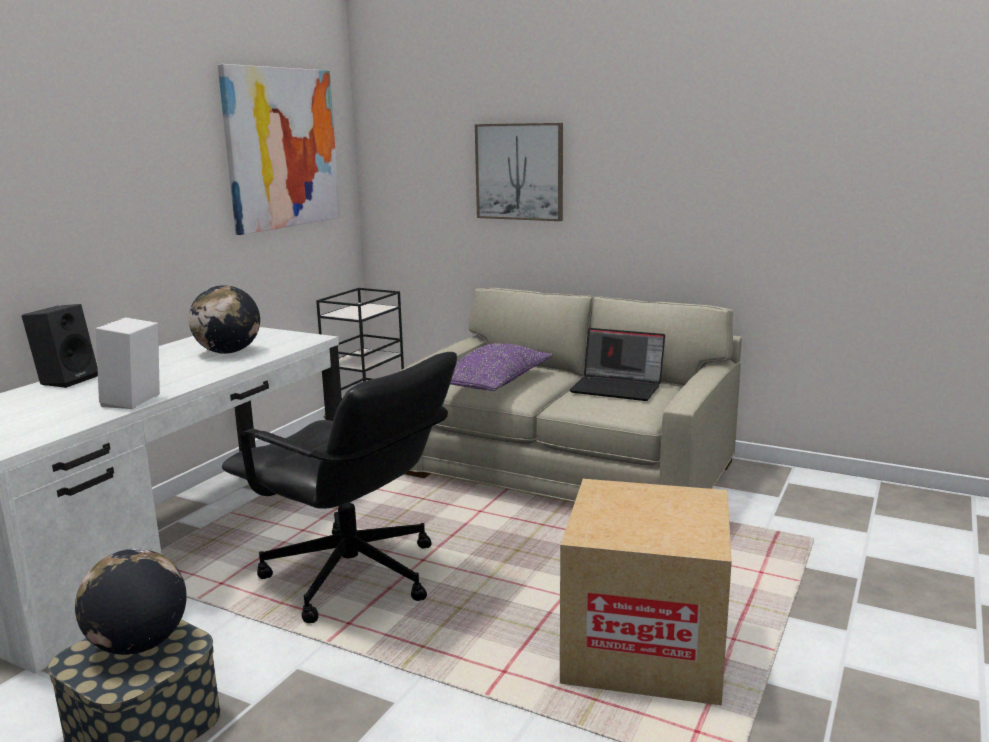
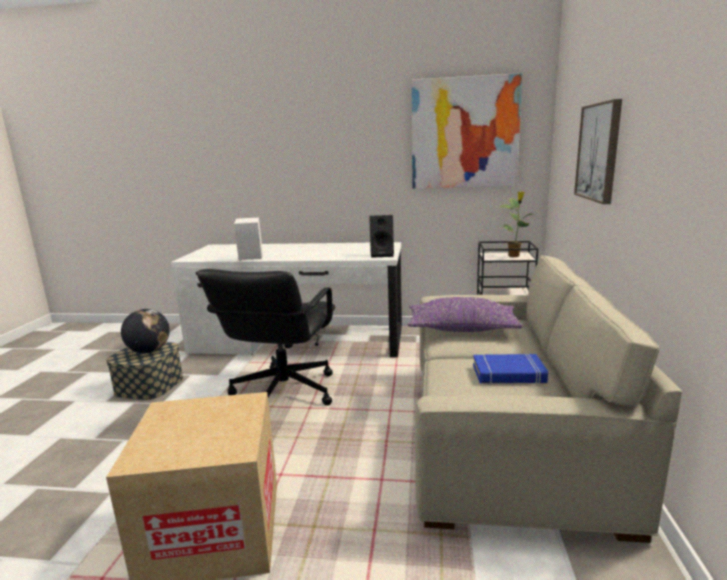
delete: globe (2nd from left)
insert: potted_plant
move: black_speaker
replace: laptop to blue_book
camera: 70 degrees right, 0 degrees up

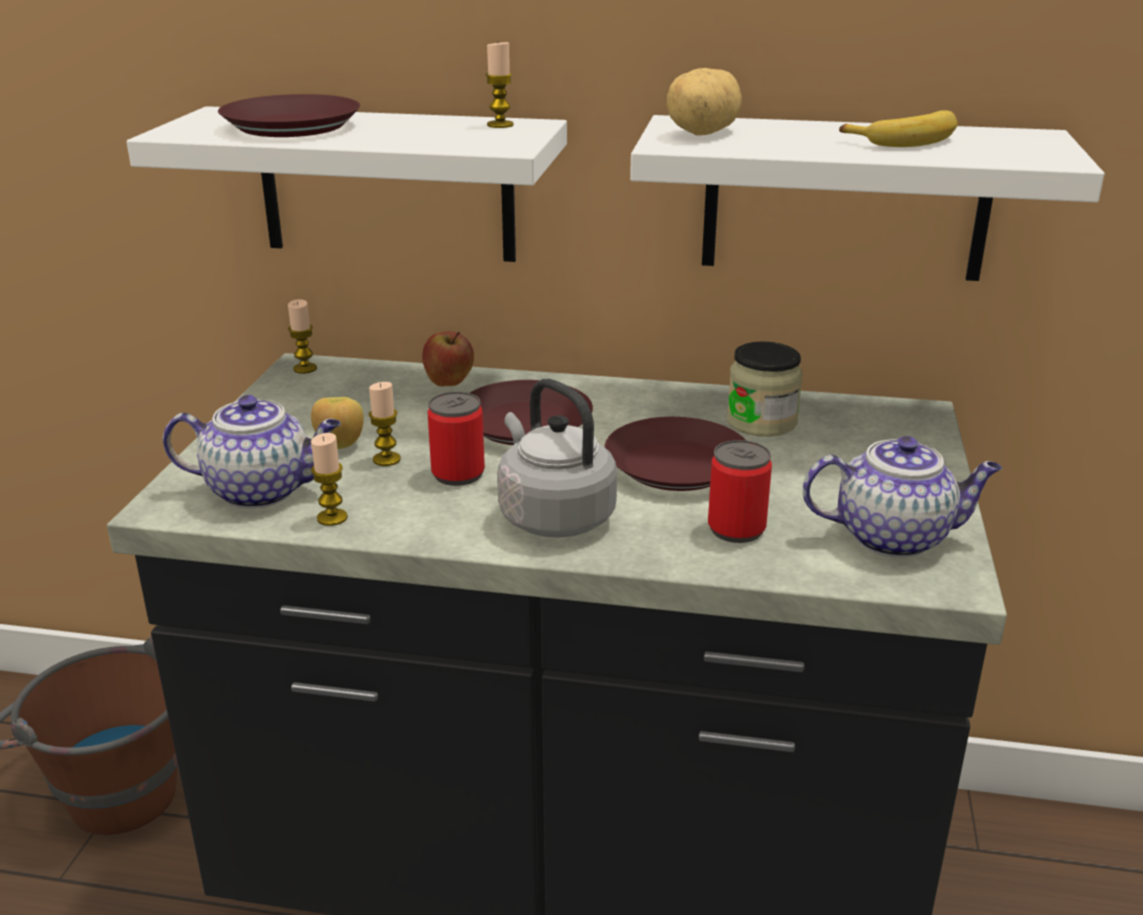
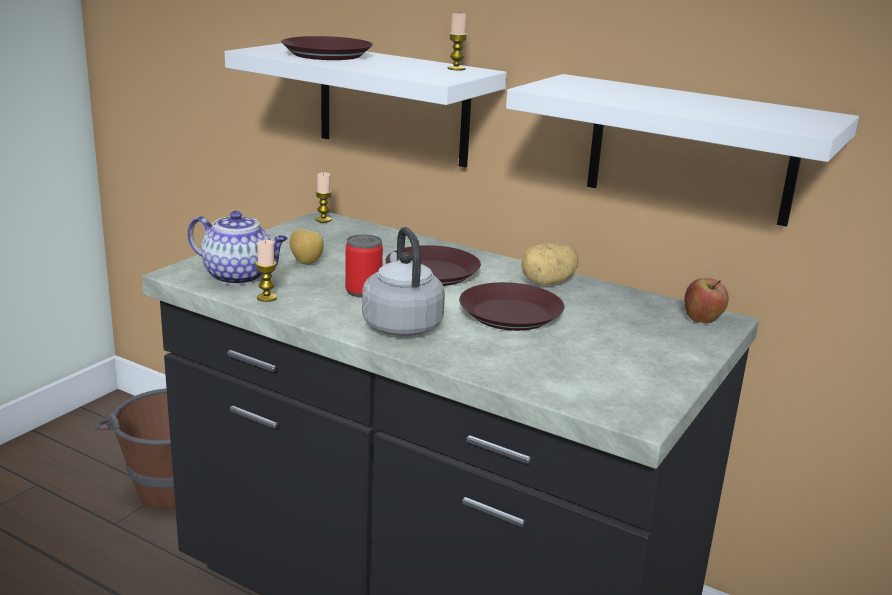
delete: candle (3rd from left); can (2nd from left); jar; teapot (2nd from left); banana
move: potato; apple (2nd from left)
camera: 20 degrees right, 5 degrees down

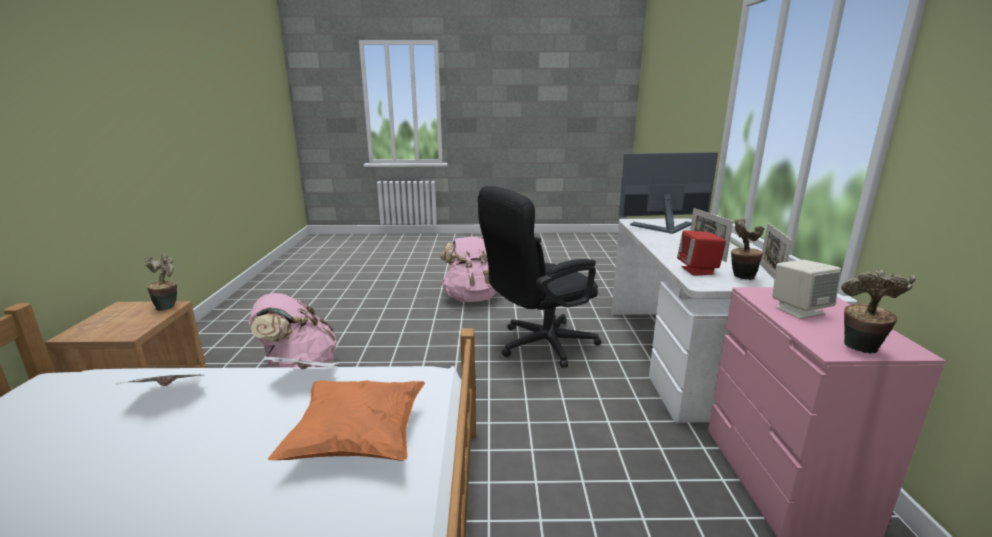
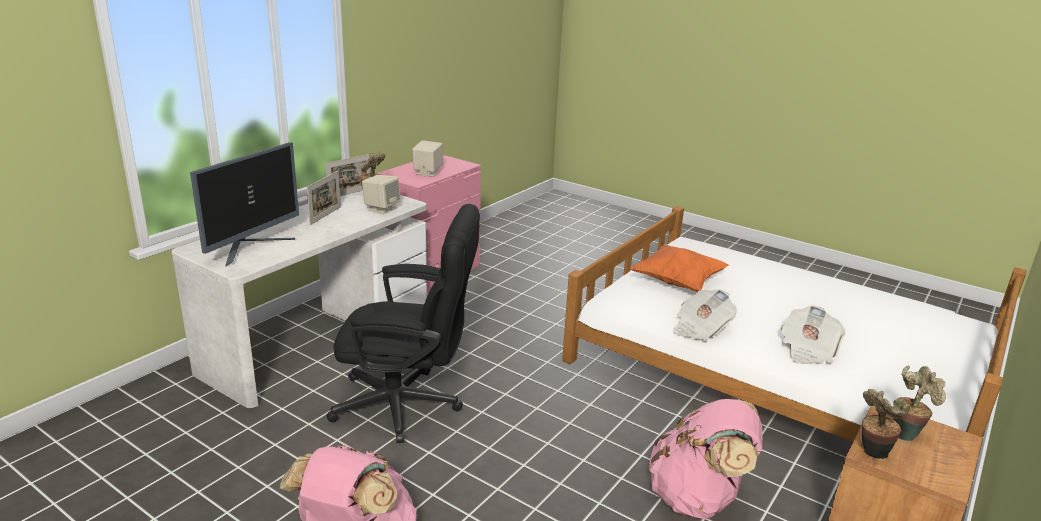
move: potted_plant (3rd from left)
recolor: red_speaker to beige_speaker (1st from left)
rotate: monitor 90 degrees counterclockwise
camera: 145 degrees left, 5 degrees up

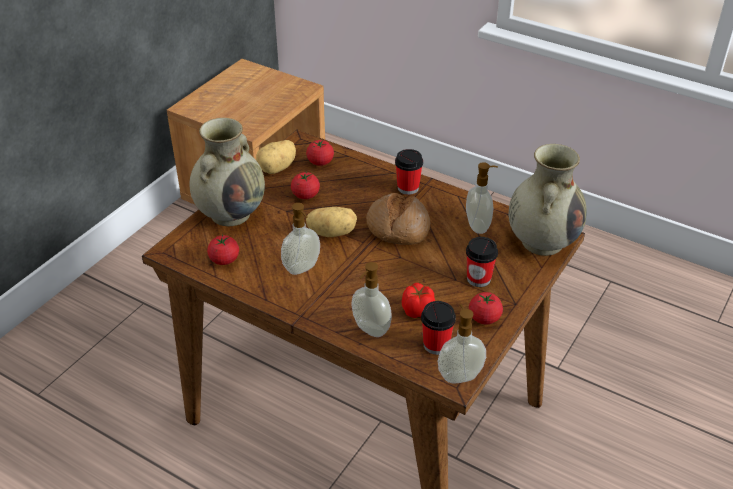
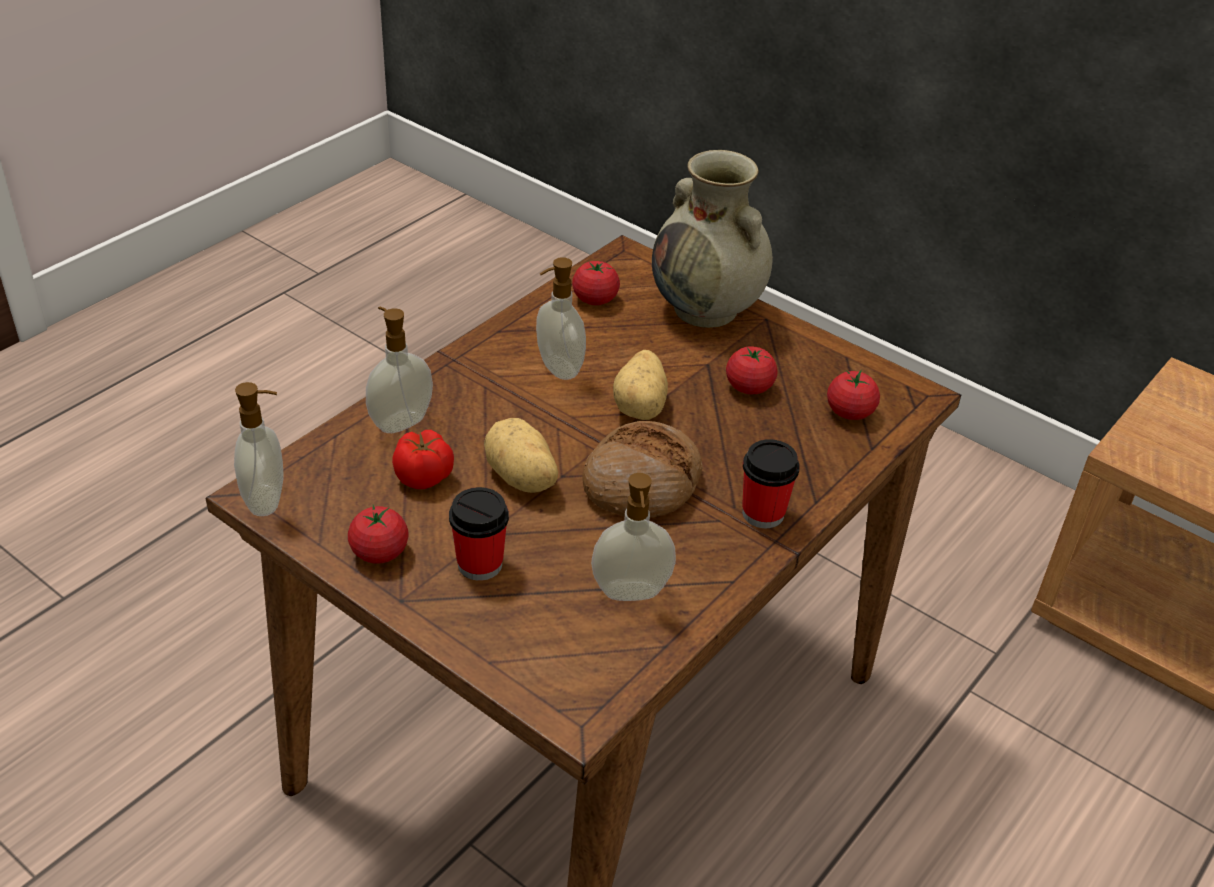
delete: cup (2nd from left); beige_vase (2nd from left)
move: potato (1st from left)
camera: 95 degrees right, 0 degrees up

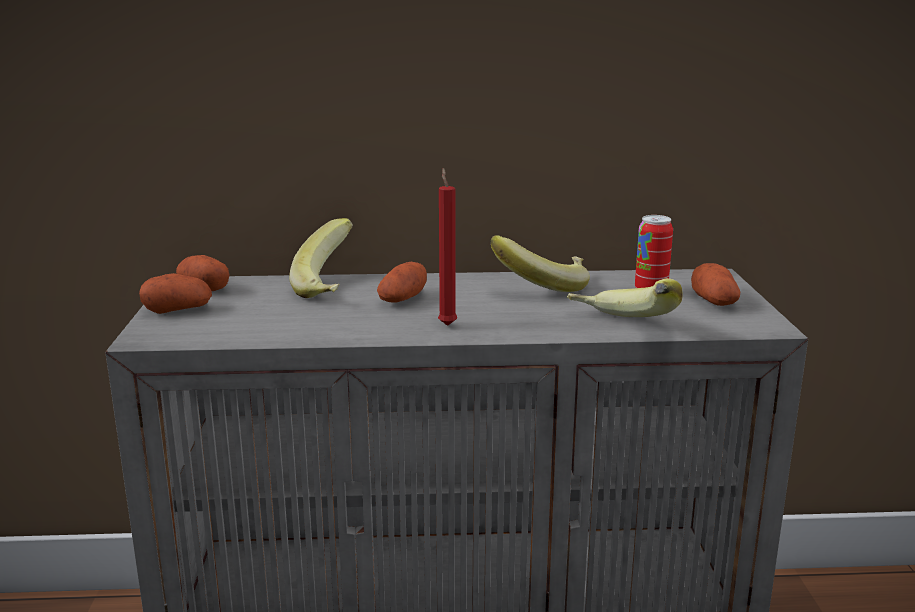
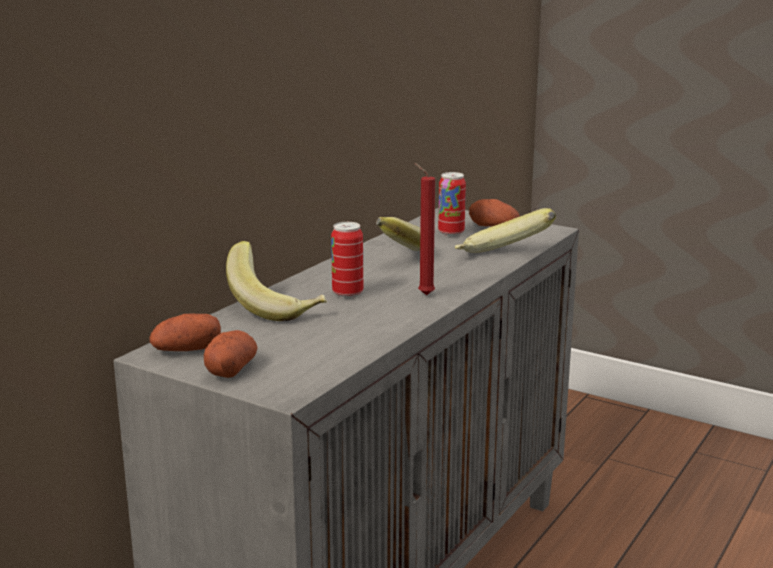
replace: potato (3rd from left) to can (1st from left)
camera: 55 degrees left, 0 degrees up

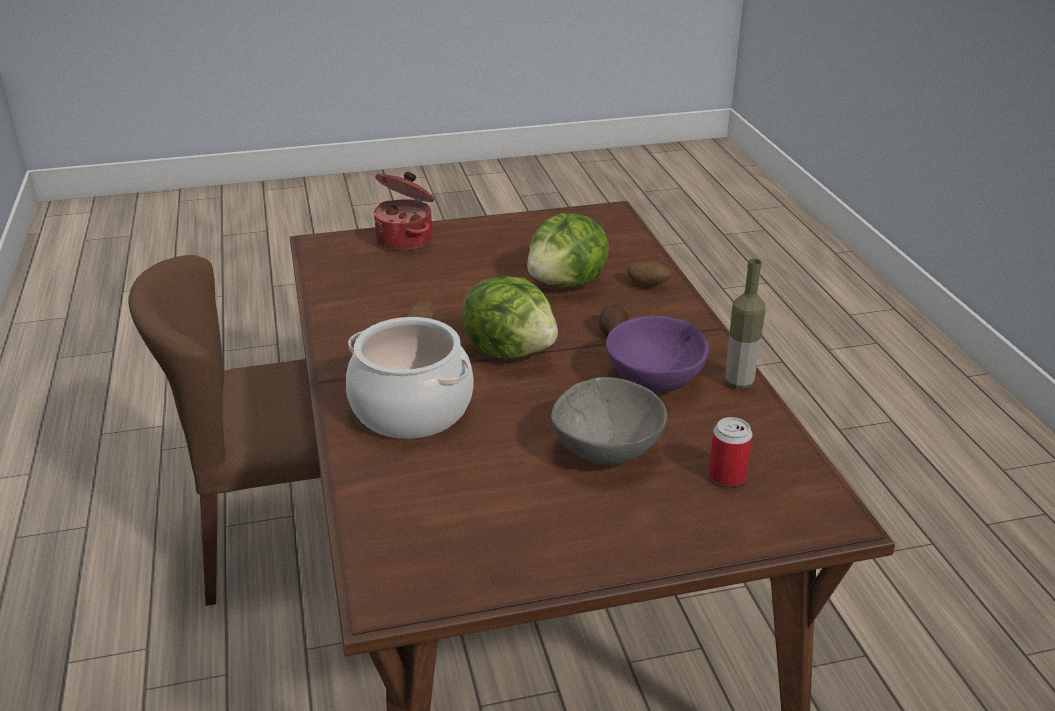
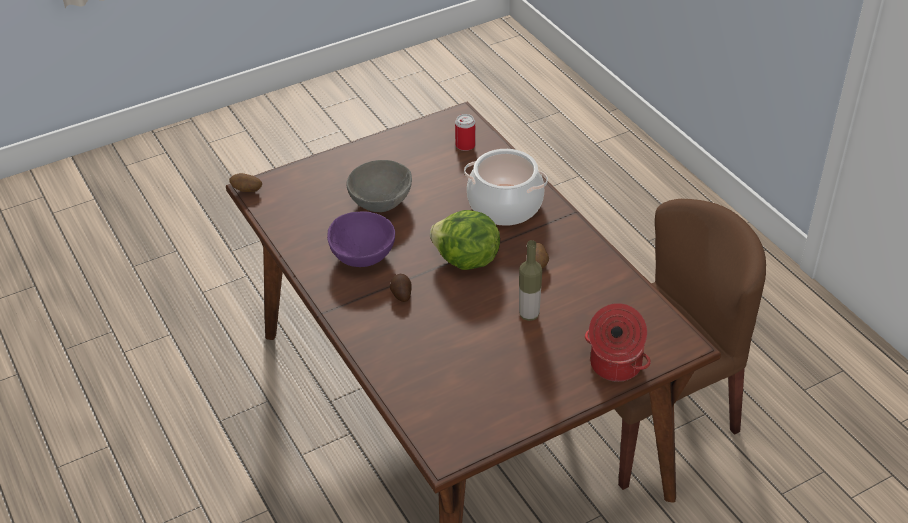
delete: lettuce (2nd from left)
move: potato (3rd from left in the first image) to potato (1st from left); can; bottle
camera: 165 degrees right, 10 degrees up

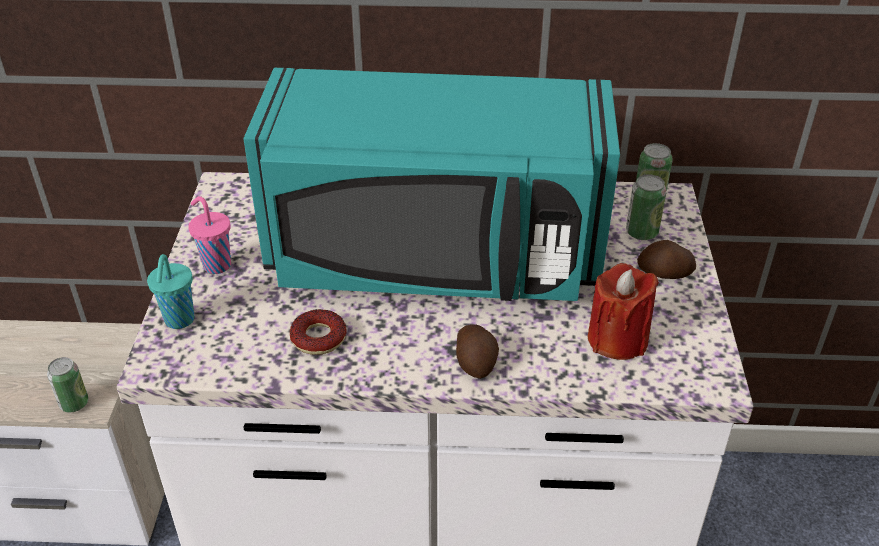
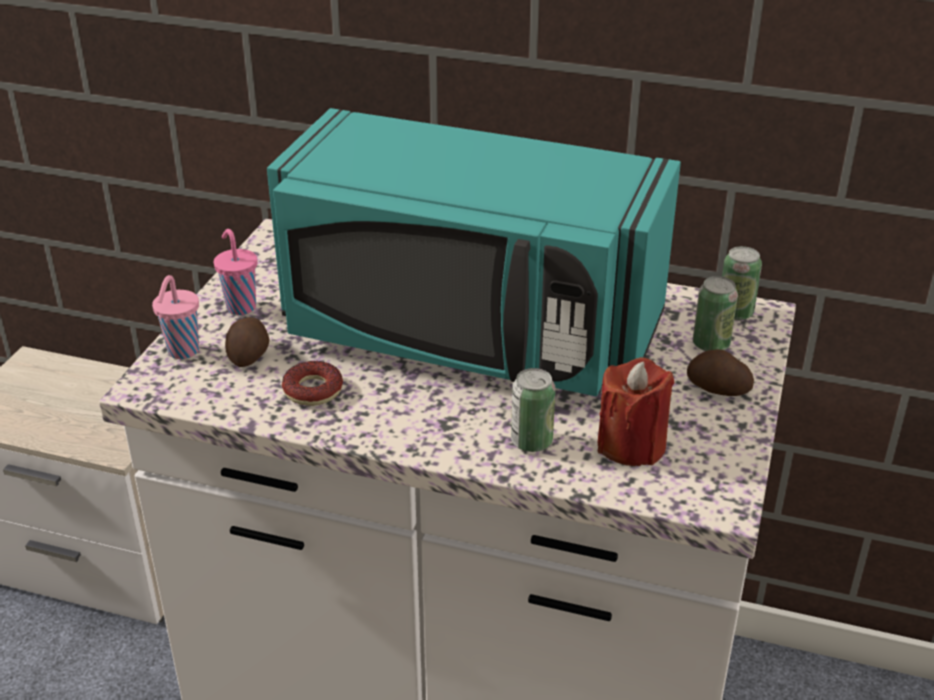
move: potato (1st from left); can (1st from left)
recolor: turquoise_cup to pink_cup (1st from left)
camera: 15 degrees right, 5 degrees down

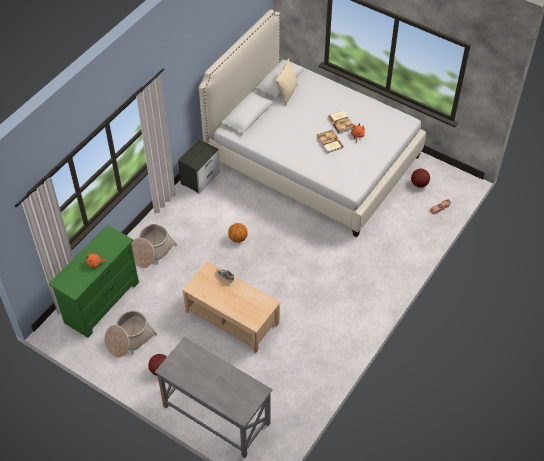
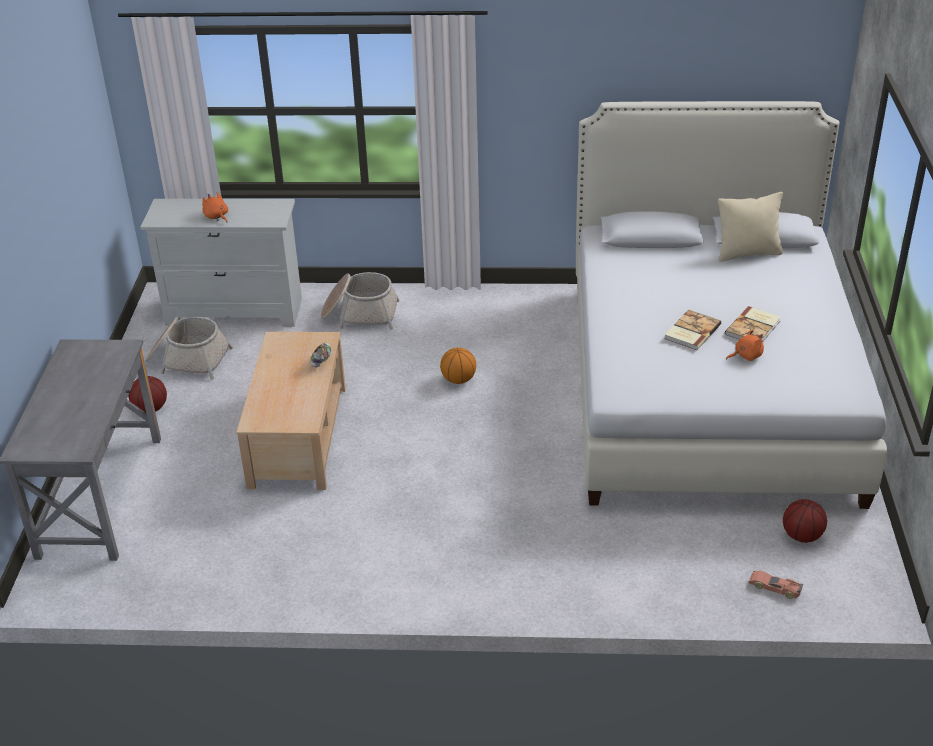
delete: nightstand
recolor: green_dresser to white_dresser
camera: 60 degrees right, 15 degrees down

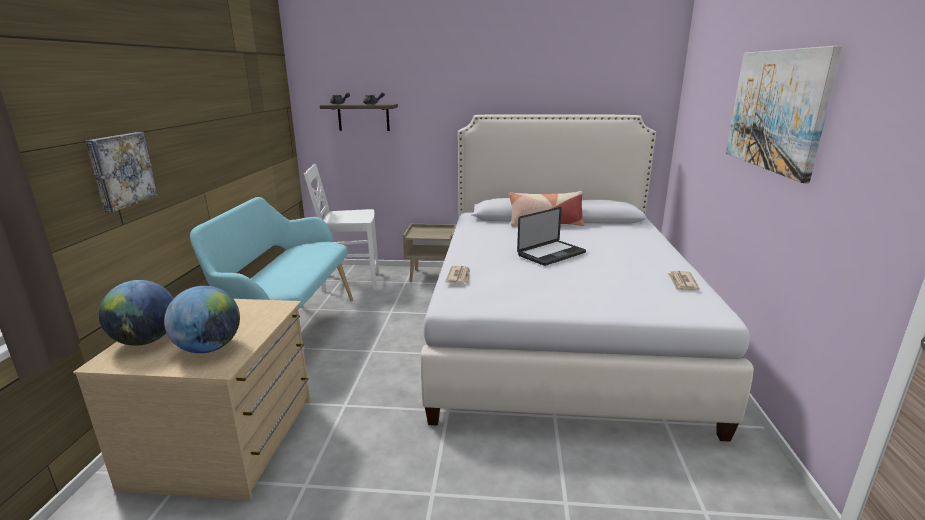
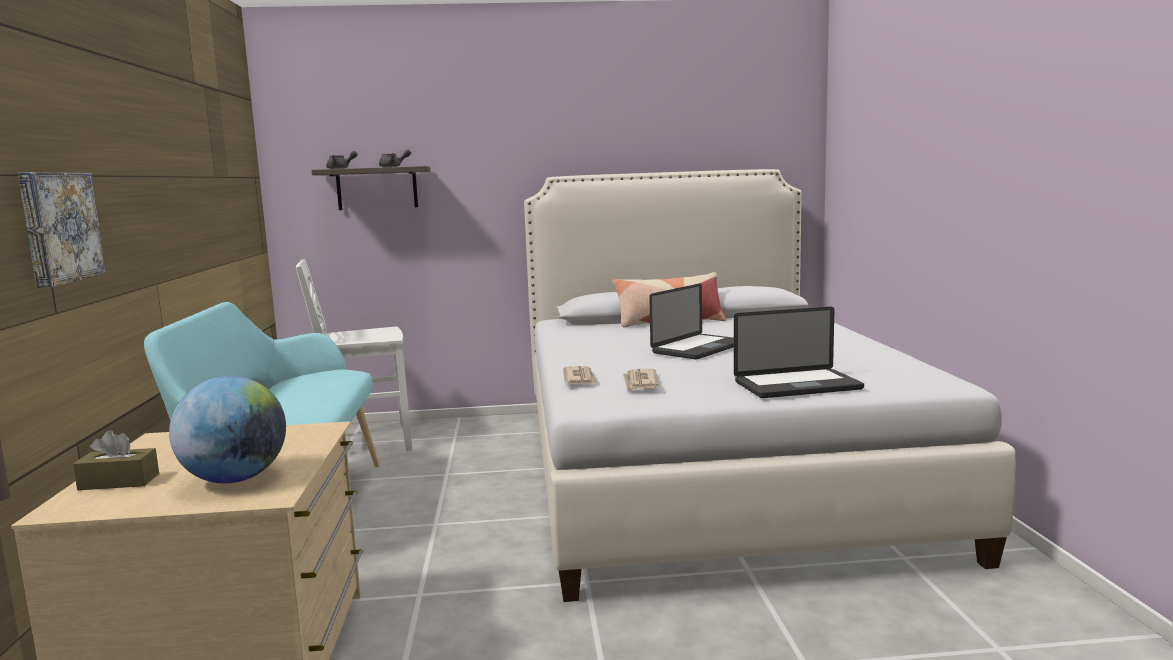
delete: beige_nightstand; picture (2nd from left)
insert: laptop (2nd from left)
move: newspaper (2nd from left)
replace: globe (1st from left) to brown_tissue_box
camera: 10 degrees left, 10 degrees down

